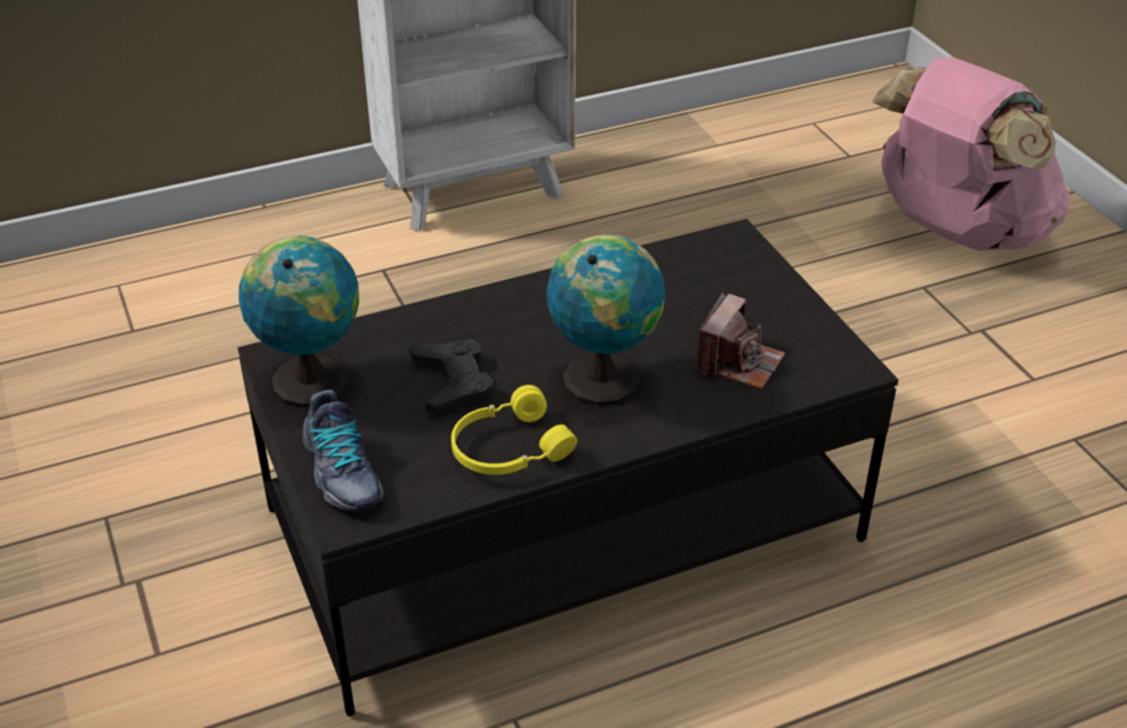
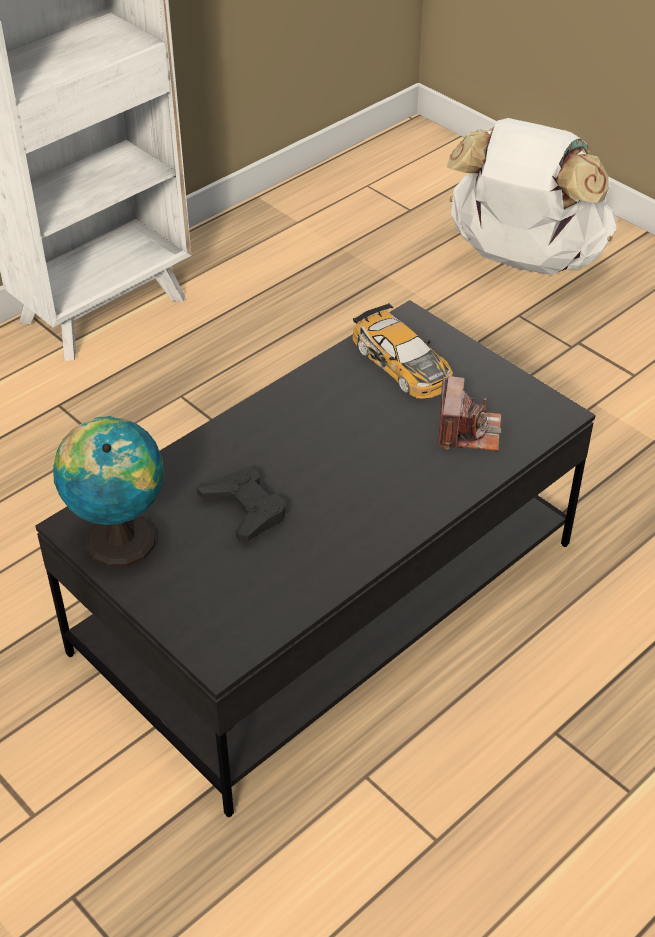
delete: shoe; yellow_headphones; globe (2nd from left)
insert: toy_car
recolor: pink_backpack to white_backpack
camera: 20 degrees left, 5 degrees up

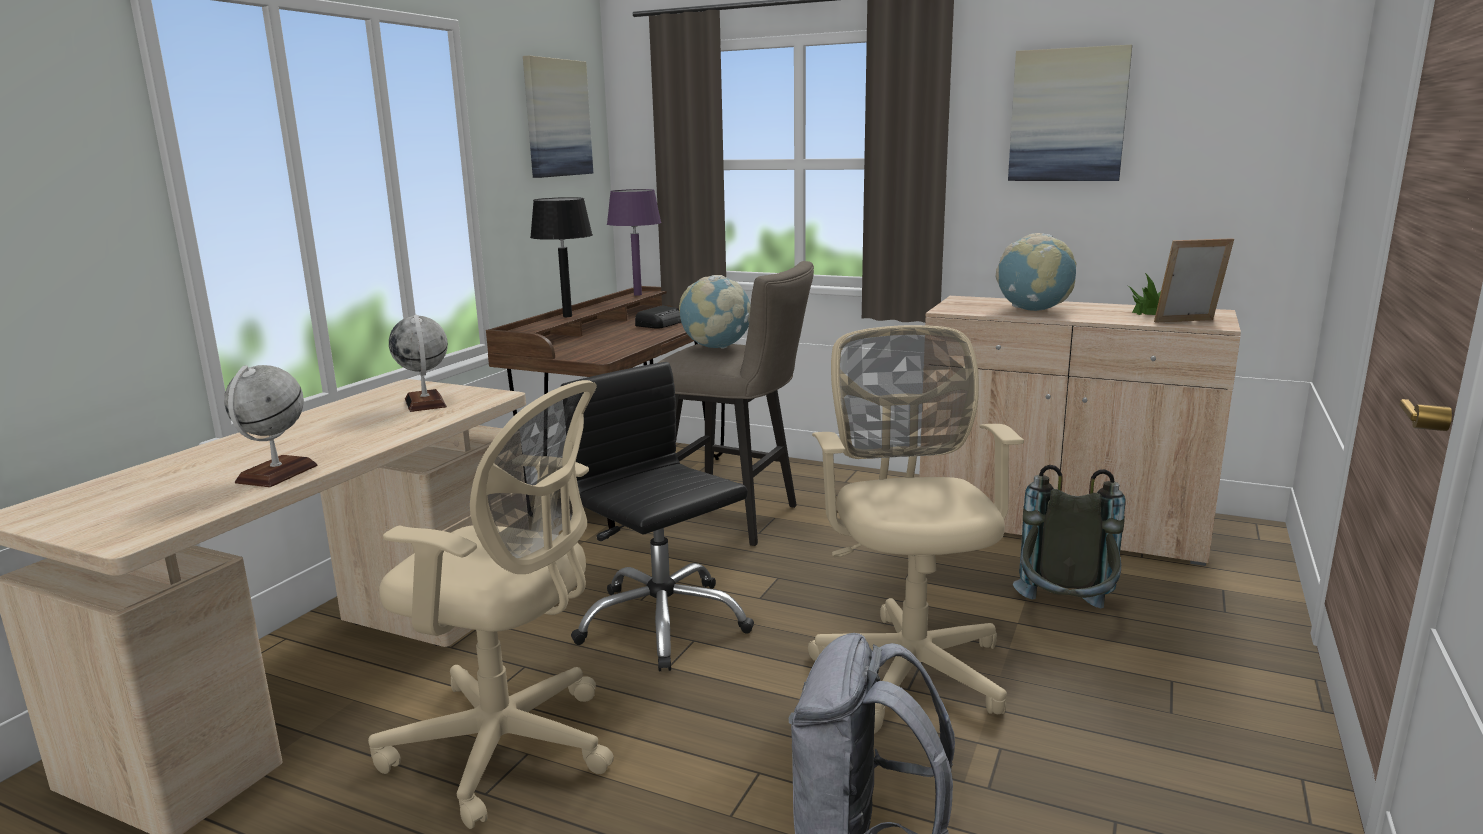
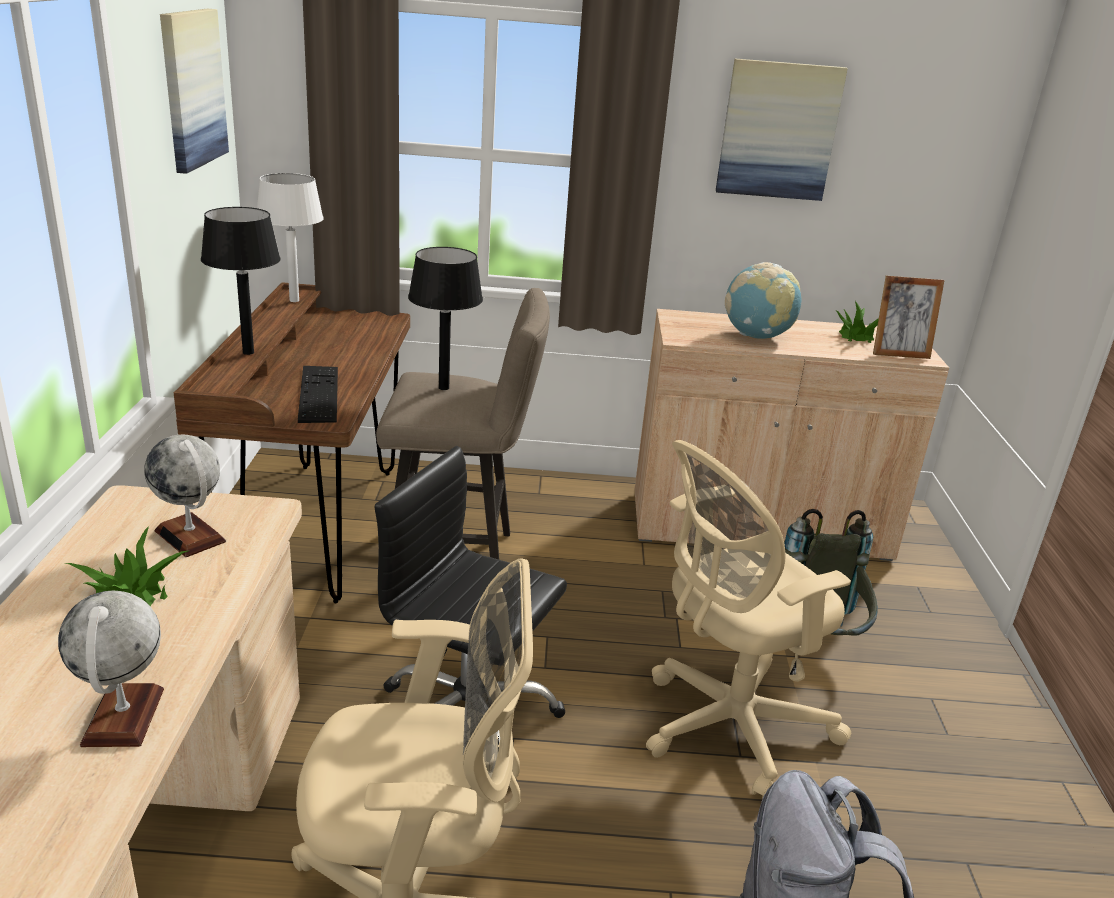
delete: radio
insert: potted_plant (1st from left); keyboard
replace: globe (3rd from left) to black_table_lamp (2nd from left)
recolor: purple_table_lamp to white_table_lamp
rotate: beige_office_chair (2nd from left) 90 degrees counterclockwise; picture_frame 150 degrees counterclockwise
camera: 25 degrees left, 10 degrees up

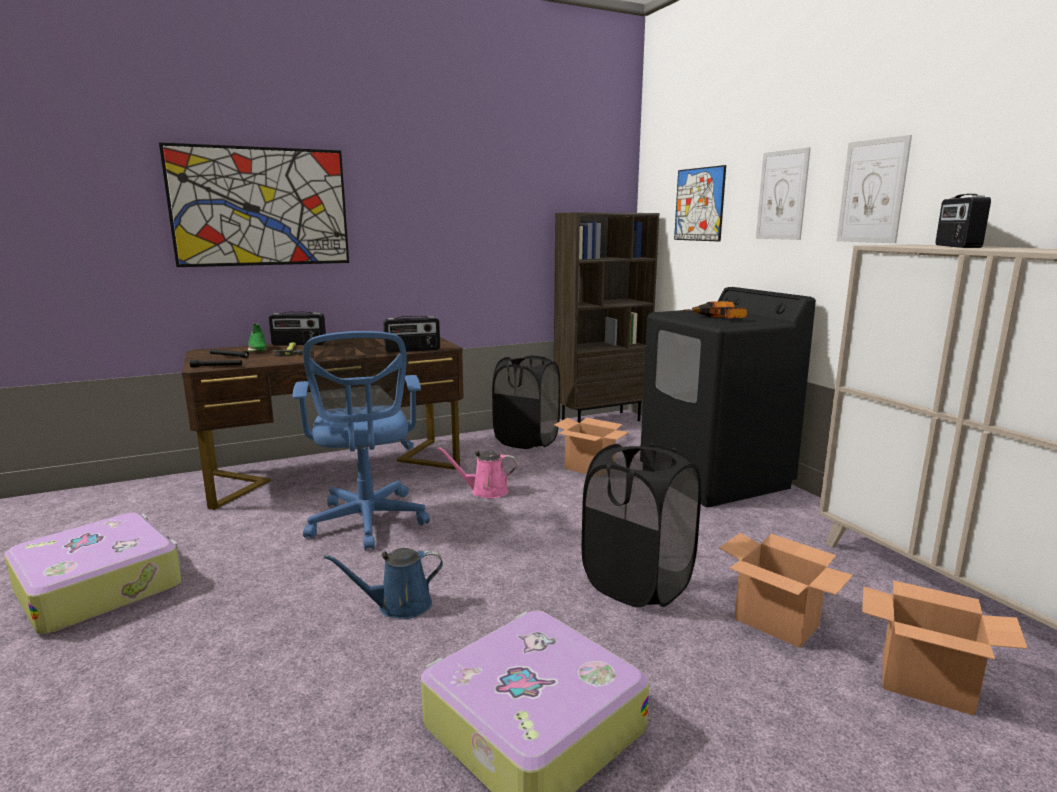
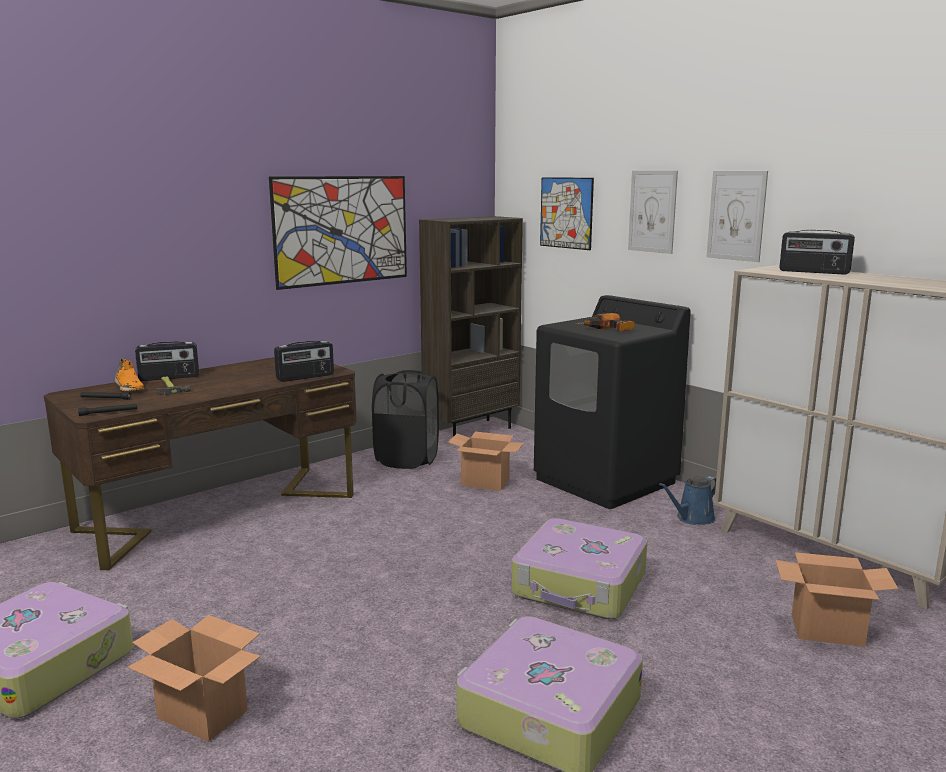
delete: blue_office_chair; pink_watering_can
move: cardboard_box (2nd from left in the first image) to cardboard_box (1st from left); picture (1st from left); blue_watering_can
replace: black_laundry_basket (2nd from left) to suitcase (3rd from left)
recolor: green_shoe to orange_shoe
rotate: radio (3rd from left) 60 degrees counterclockwise
camera: 15 degrees left, 0 degrees up

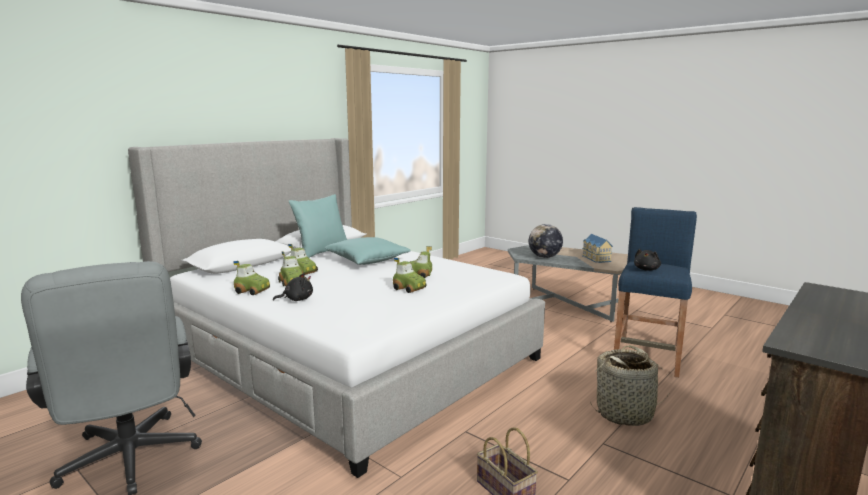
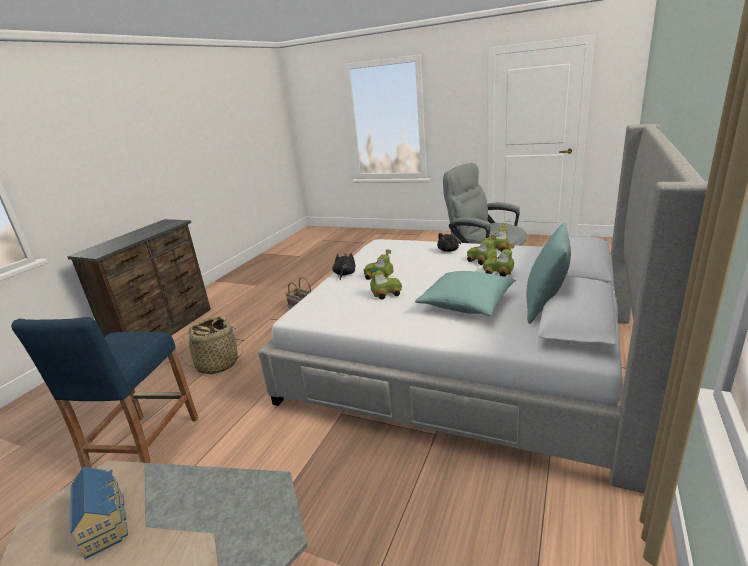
delete: globe
move: black_plush_toy (2nd from left in the first image) to black_plush_toy (1st from left)
camera: 165 degrees right, 10 degrees up

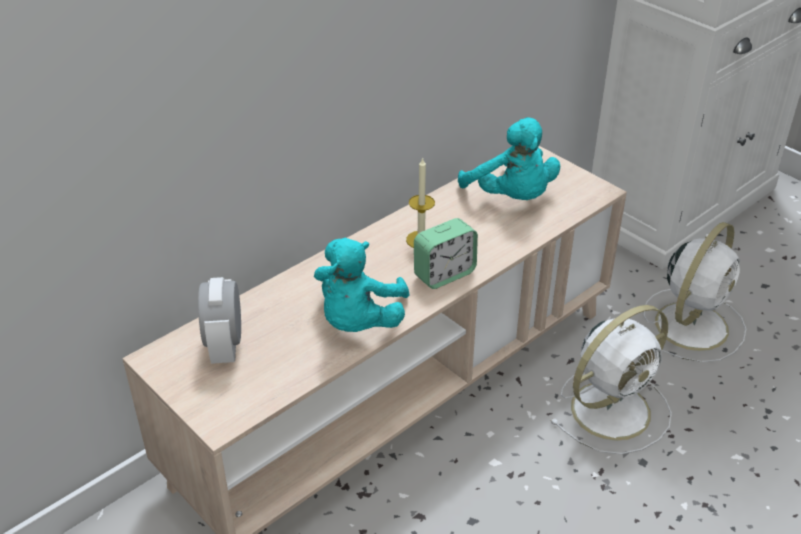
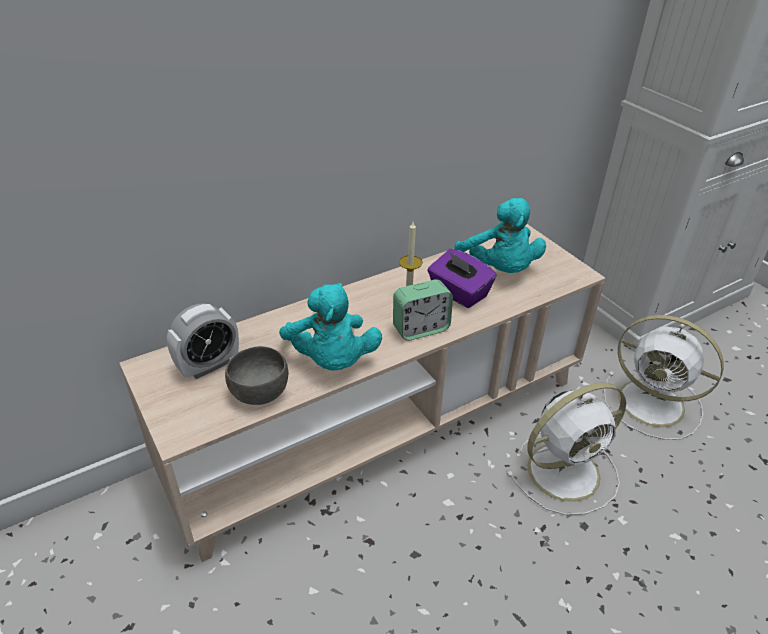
insert: grey_bowl; purple_tissue_box
rotate: alarm_clock (1st from left) 135 degrees counterclockwise; turquoise_plush_toy (1st from left) 45 degrees counterclockwise; white_fan (2nd from left) 75 degrees clockwise
camera: 10 degrees right, 0 degrees up

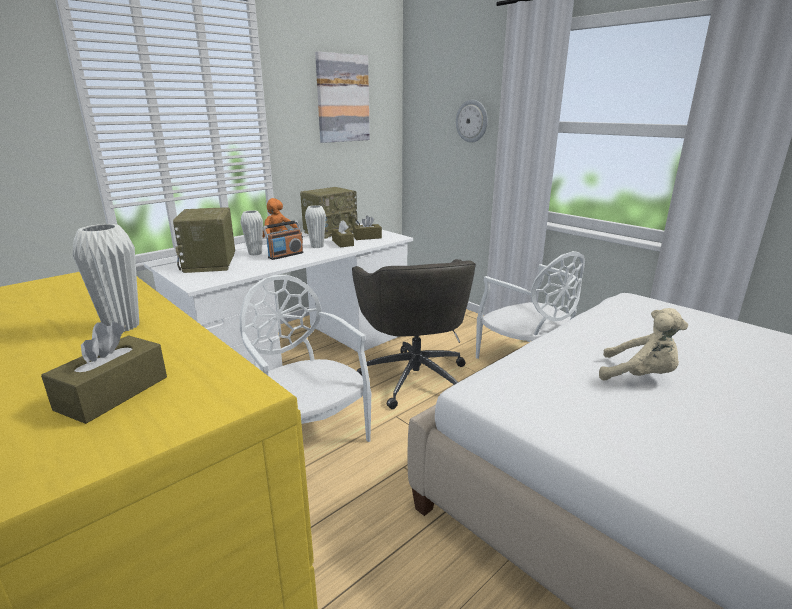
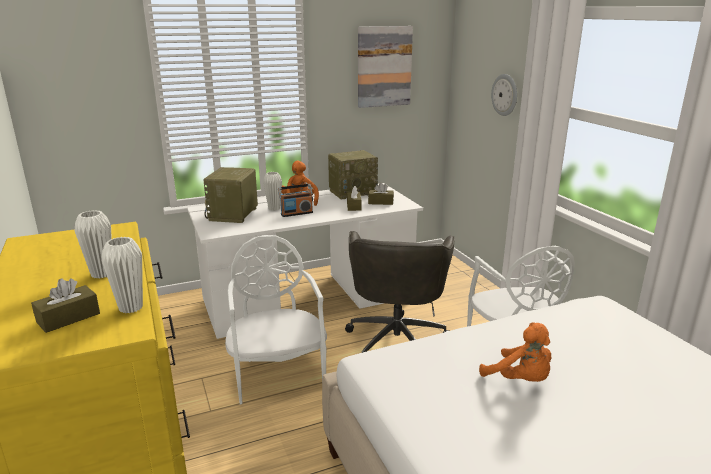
move: white_vase (3rd from left in the first image) to white_vase (2nd from left)
recolor: beige_plush_toy to orange_plush_toy (2nd from left)
camera: 20 degrees right, 0 degrees up

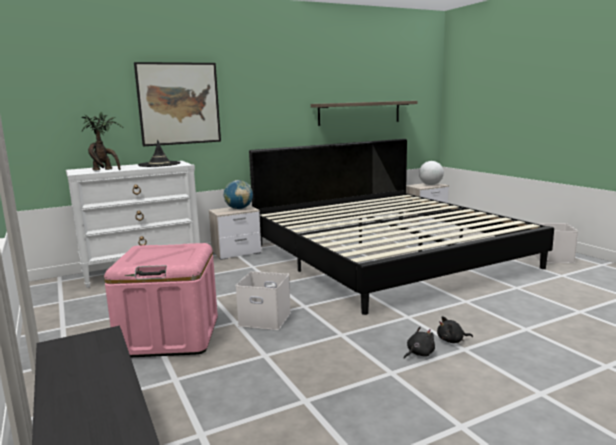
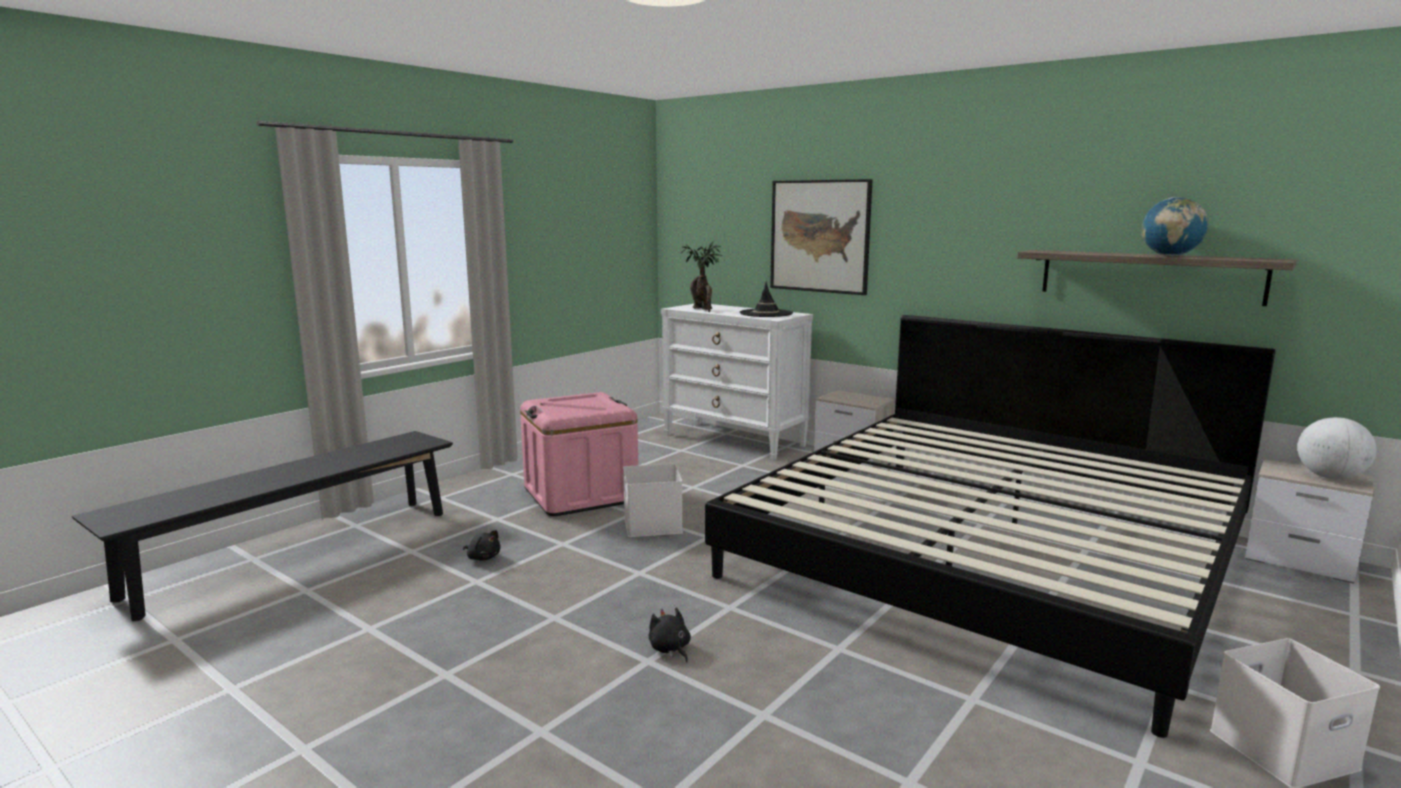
move: black_plush_toy (1st from left); globe (1st from left)
camera: 65 degrees right, 0 degrees up

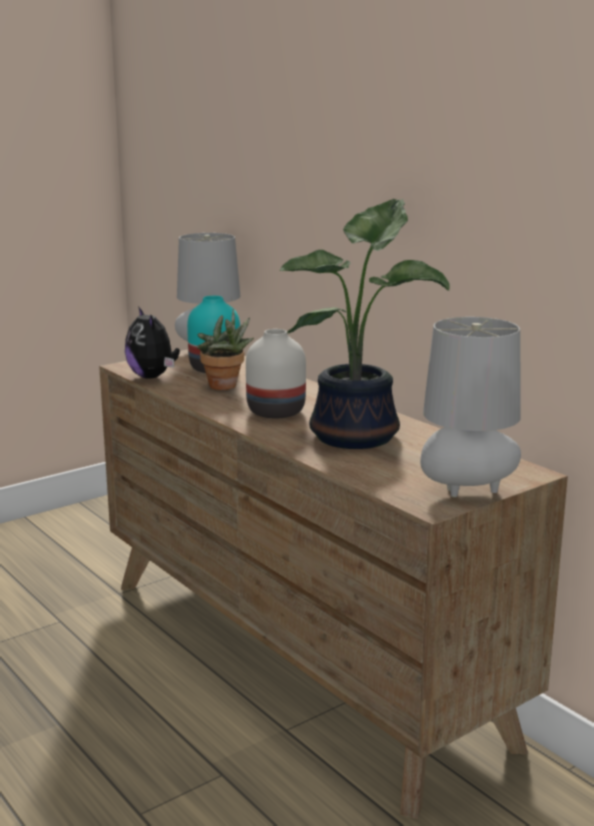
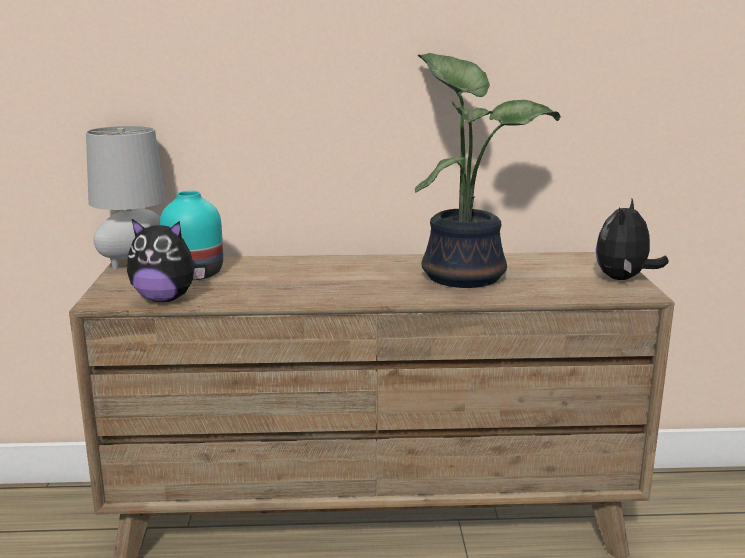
delete: potted_plant (1st from left); white_vase
replace: grey_table_lamp (2nd from left) to plush_toy (2nd from left)
camera: 55 degrees left, 0 degrees up

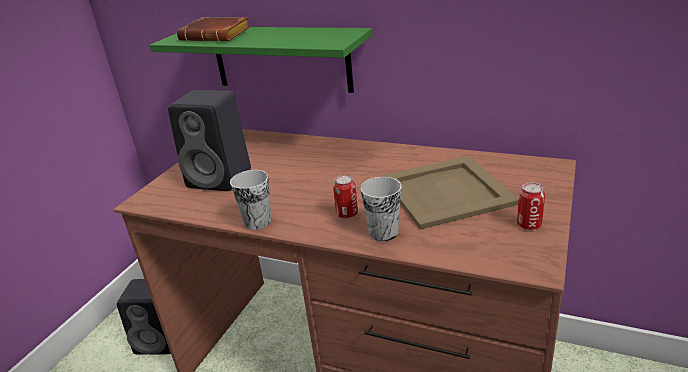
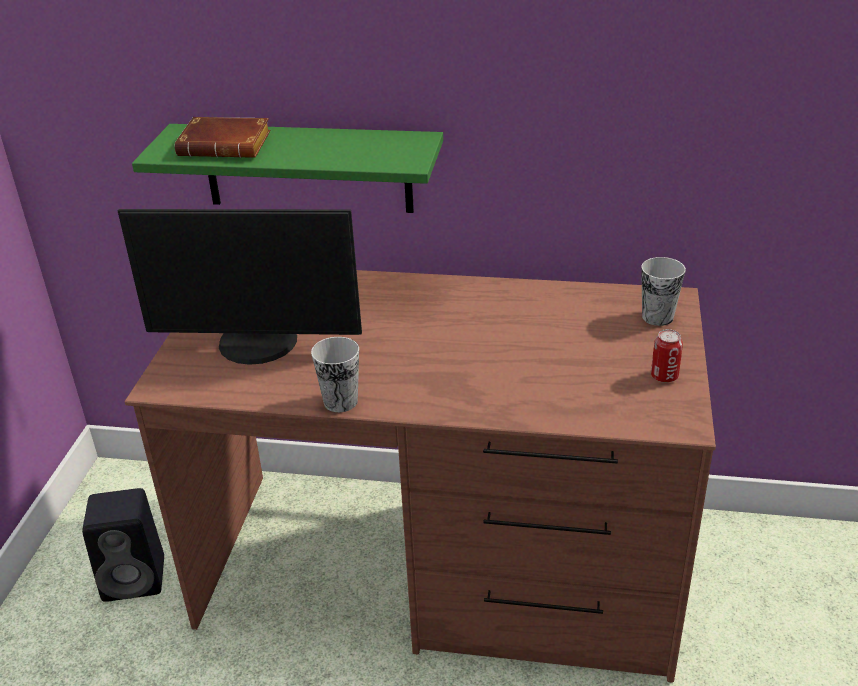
delete: can (1st from left); beige_tray
move: cup (2nd from left)
replace: black_speaker (2nd from left) to monitor
camera: 15 degrees left, 5 degrees up

